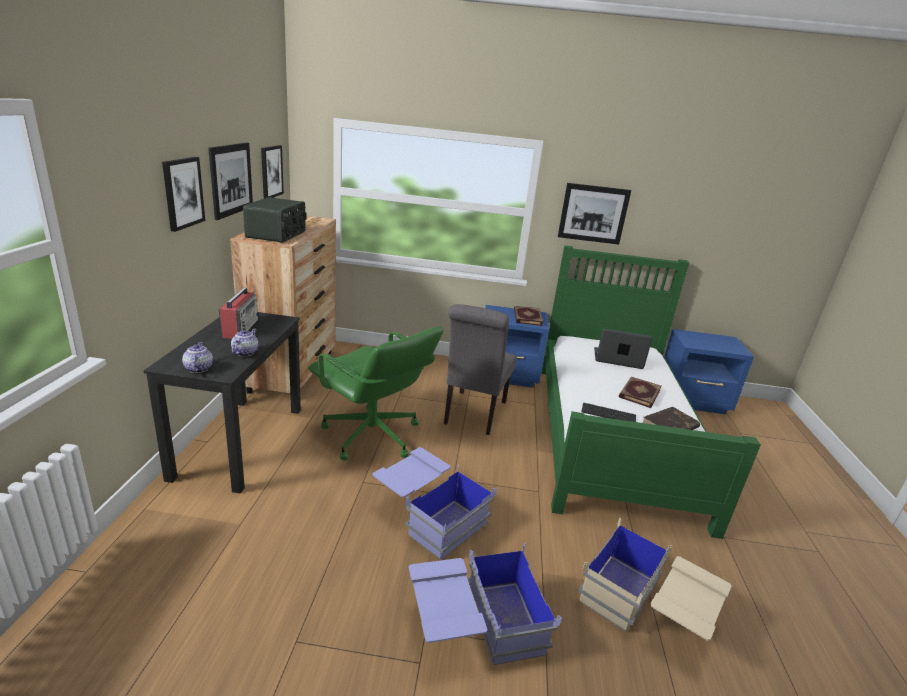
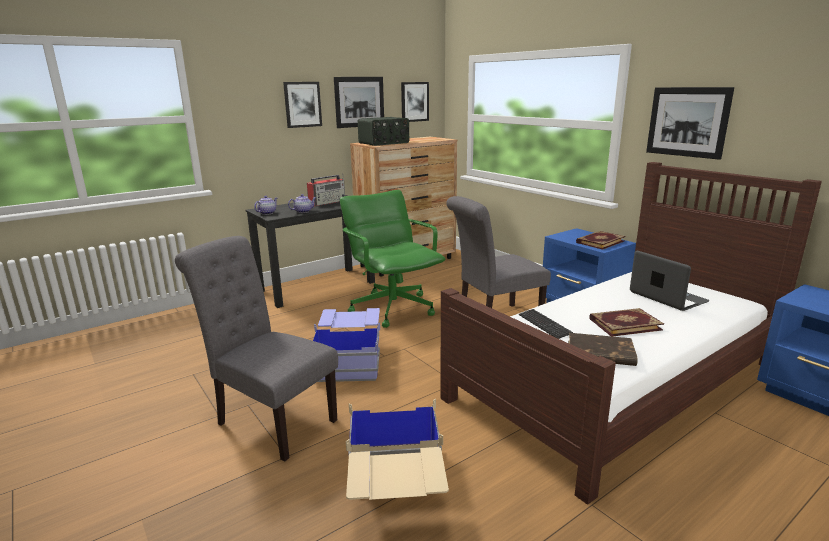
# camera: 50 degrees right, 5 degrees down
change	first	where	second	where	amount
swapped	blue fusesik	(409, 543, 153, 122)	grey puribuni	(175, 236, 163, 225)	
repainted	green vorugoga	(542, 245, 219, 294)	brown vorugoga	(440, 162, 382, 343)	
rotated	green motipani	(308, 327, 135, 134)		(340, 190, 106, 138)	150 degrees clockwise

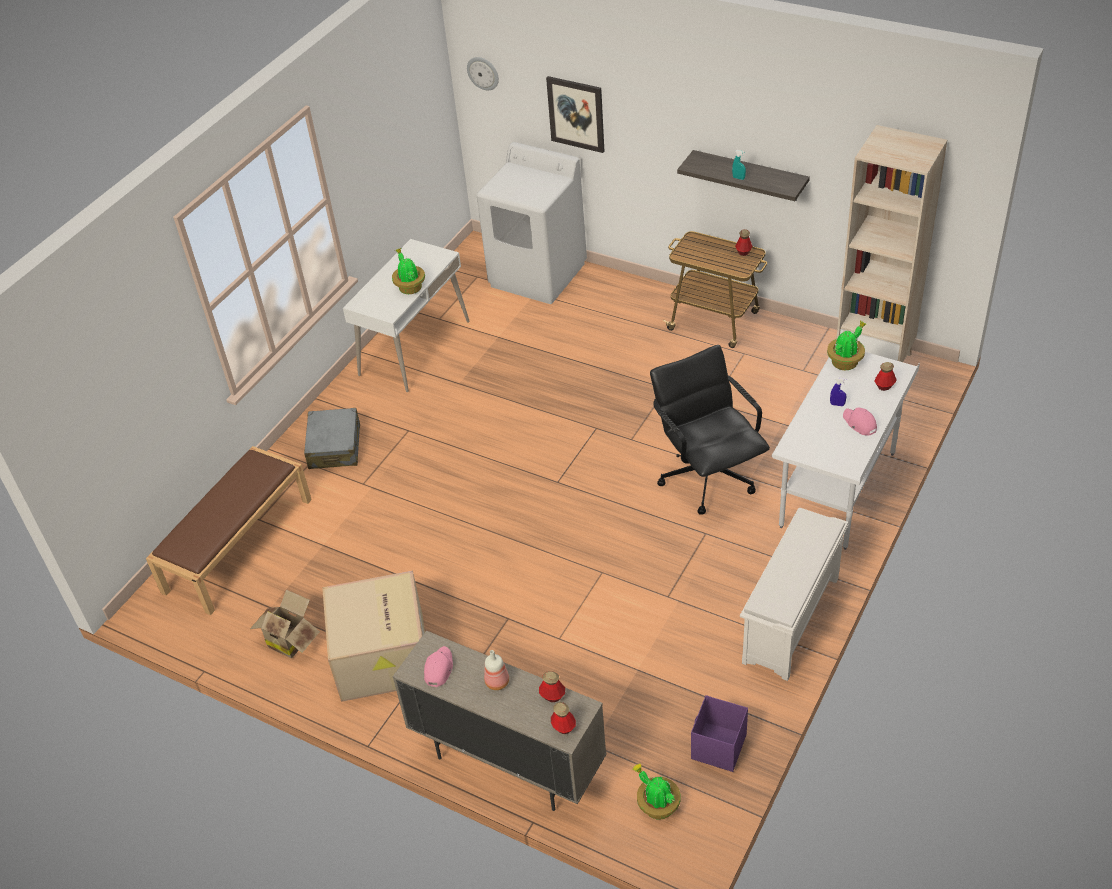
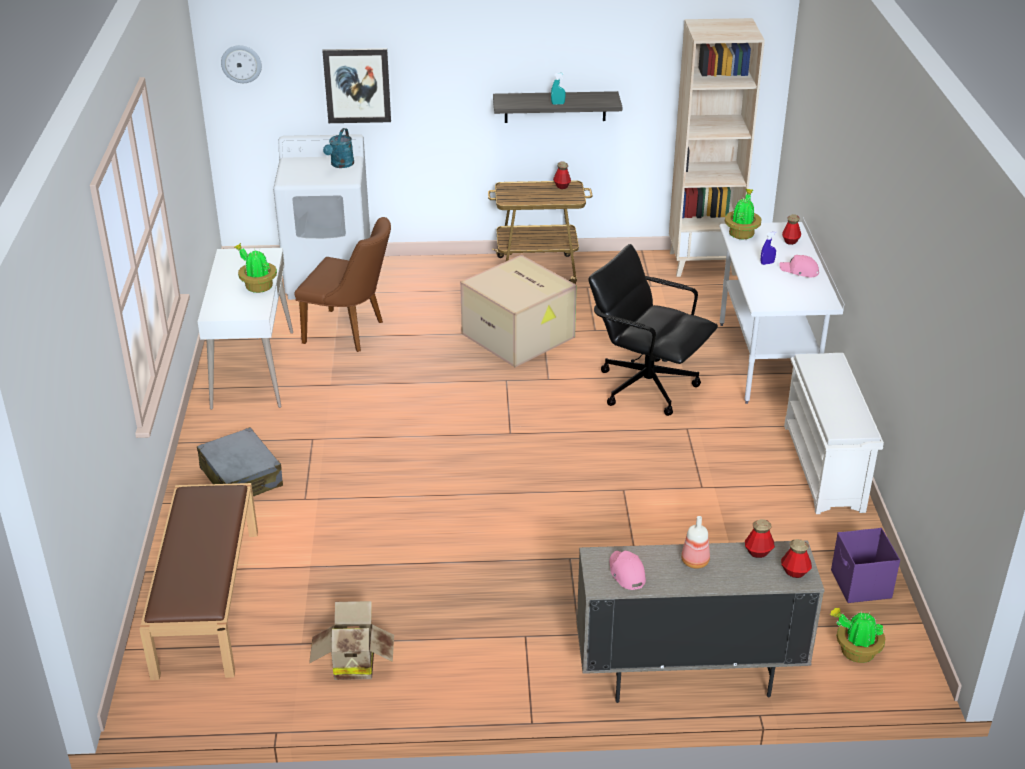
# camera: 35 degrees left, 10 degrees down
change	first	where	second	where	amount
new			brown puribuni	(294, 217, 97, 135)	
new			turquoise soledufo	(323, 128, 31, 40)	
shifted	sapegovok	(322, 571, 103, 131)		(460, 255, 117, 112)	

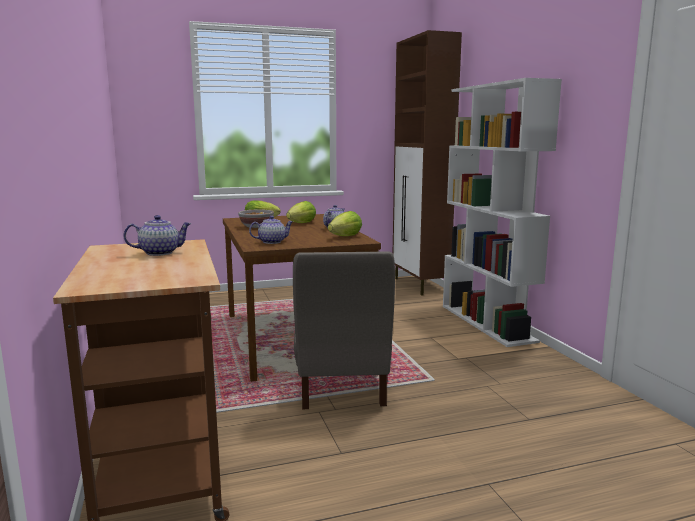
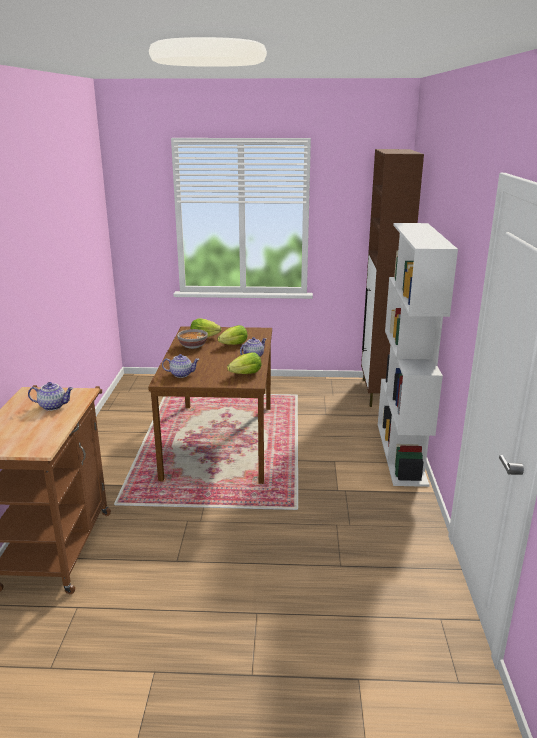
# camera: 20 degrees right, 10 degrees up
change	first	where	second	where	amount
gone	grey puribuni	(293, 251, 102, 158)			

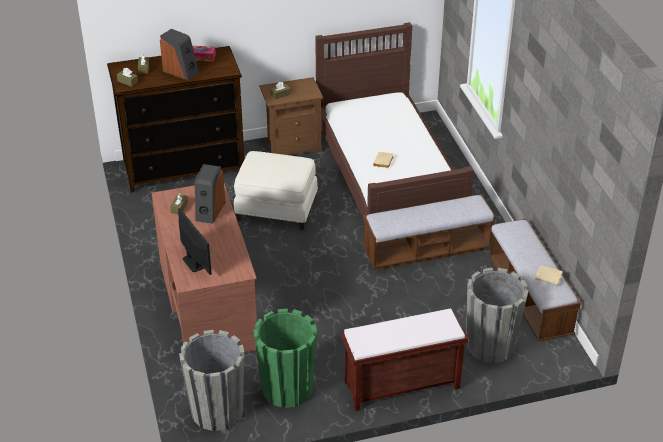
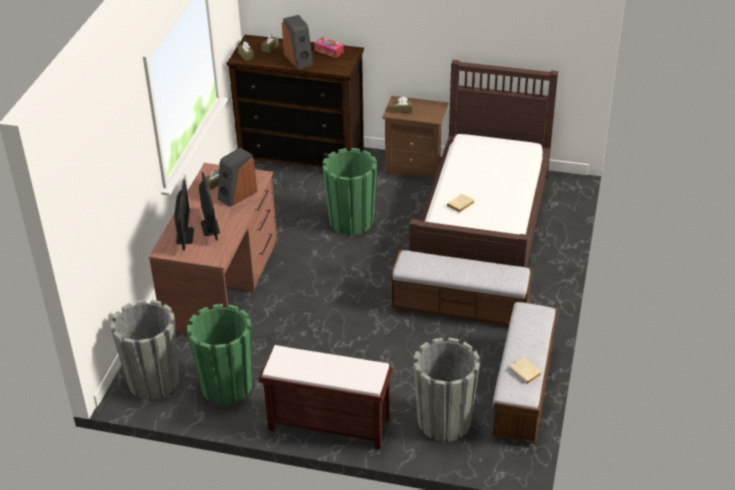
# camera: 30 degrees right, 0 degrees up
change	first	where	second	where	amount
new			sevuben	(199, 172, 21, 69)	
swapped	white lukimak	(234, 151, 84, 79)	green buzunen	(323, 148, 54, 87)	

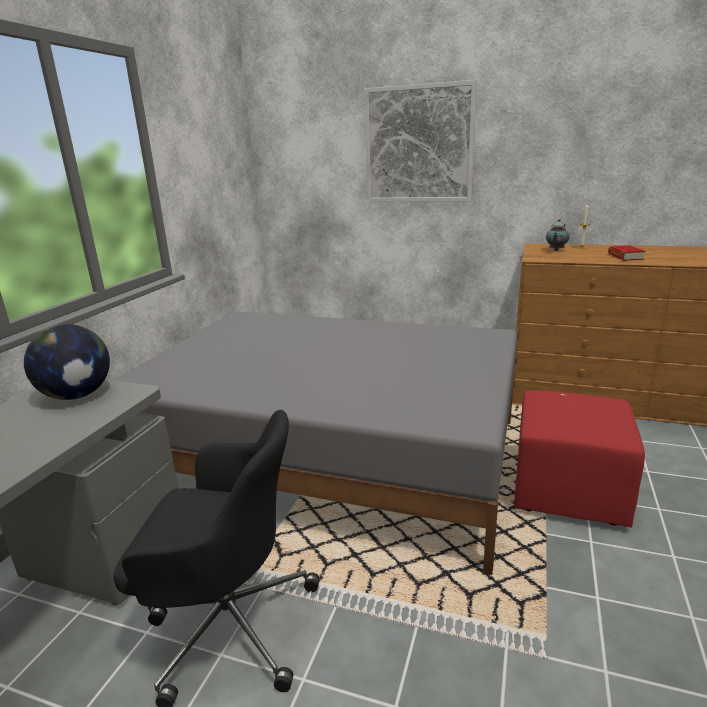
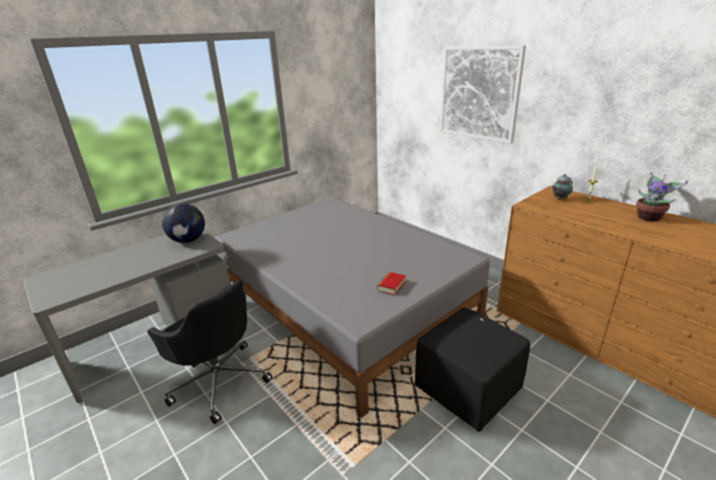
# camera: 30 degrees right, 5 degrees up
change	first	where	second	where	amount
new			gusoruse	(636, 172, 52, 50)	
shifted	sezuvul	(608, 245, 38, 16)		(377, 272, 29, 23)	
repainted	red lukimak	(514, 390, 131, 138)	black lukimak	(415, 308, 115, 124)	

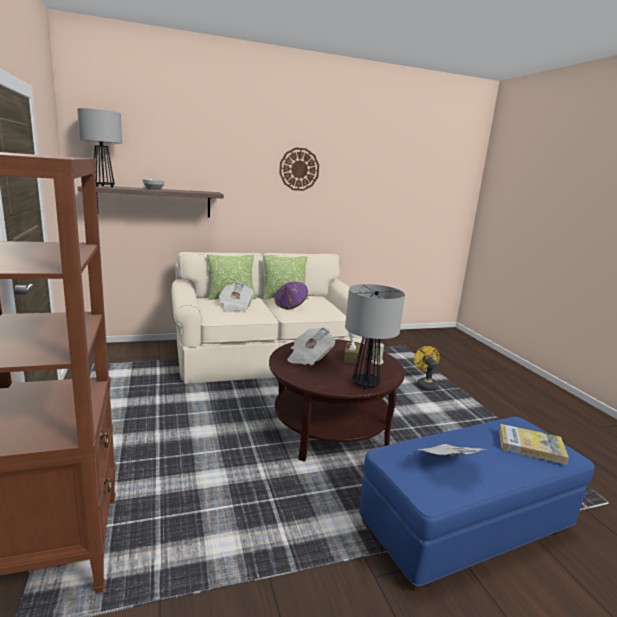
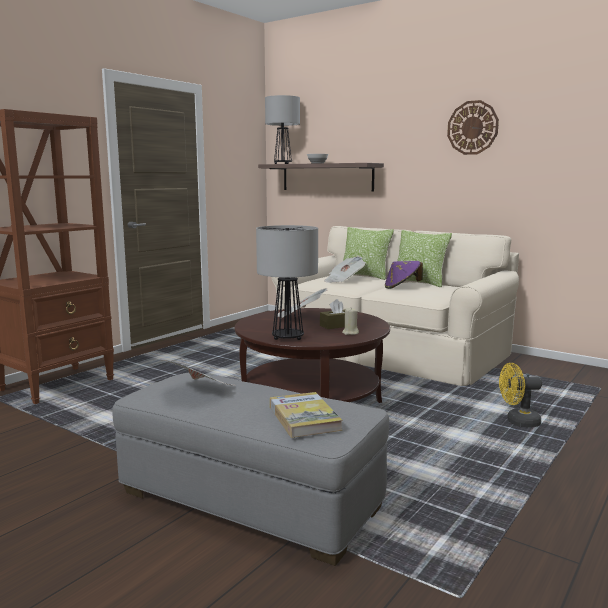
# camera: 55 degrees right, 5 degrees down
change	first	where	second	where	amount
repainted	blue lukimak	(359, 417, 236, 174)	grey lukimak	(112, 373, 277, 193)	
rotated	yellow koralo	(414, 346, 26, 45)		(499, 363, 43, 65)	135 degrees counterclockwise

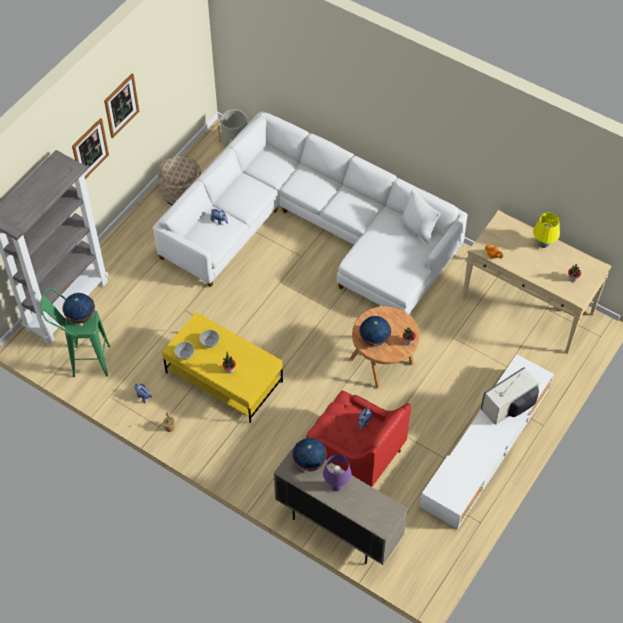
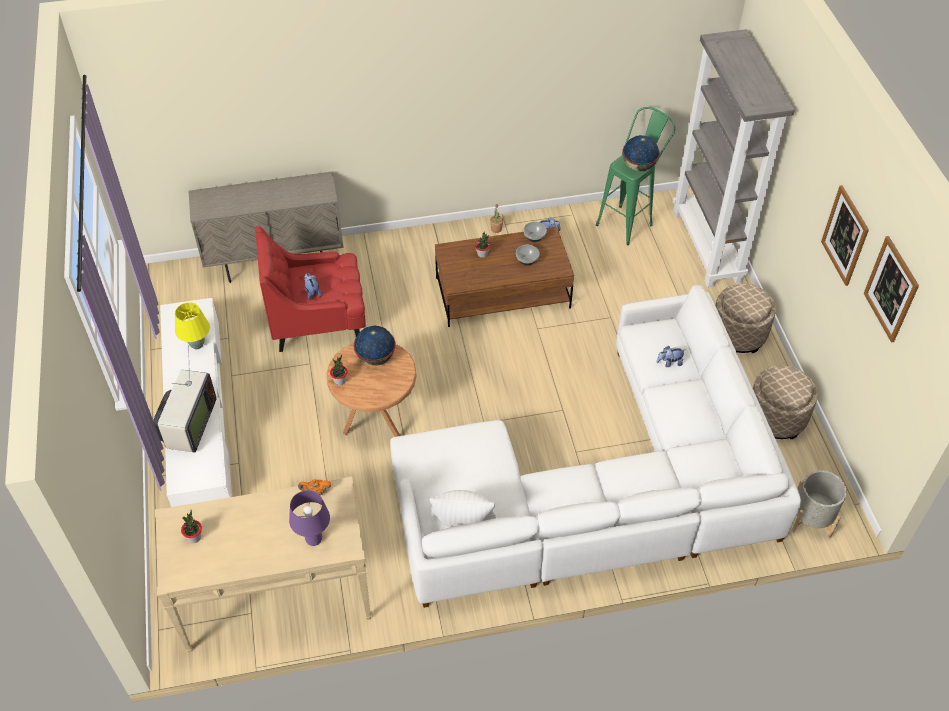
# camera: 135 degrees right, 5 degrees down
change	first	where	second	where	amount
gone	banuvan	(292, 438, 35, 33)			
new			beige lukimak	(715, 284, 61, 69)	
shifted	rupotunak	(72, 118, 37, 61)		(864, 236, 55, 107)	
shifted	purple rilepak	(323, 455, 29, 36)		(289, 490, 41, 56)	
shifted	yellow rilepak	(533, 213, 27, 35)		(175, 302, 35, 47)	
repainted	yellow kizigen	(162, 312, 121, 111)	brown kizigen	(435, 227, 139, 100)	

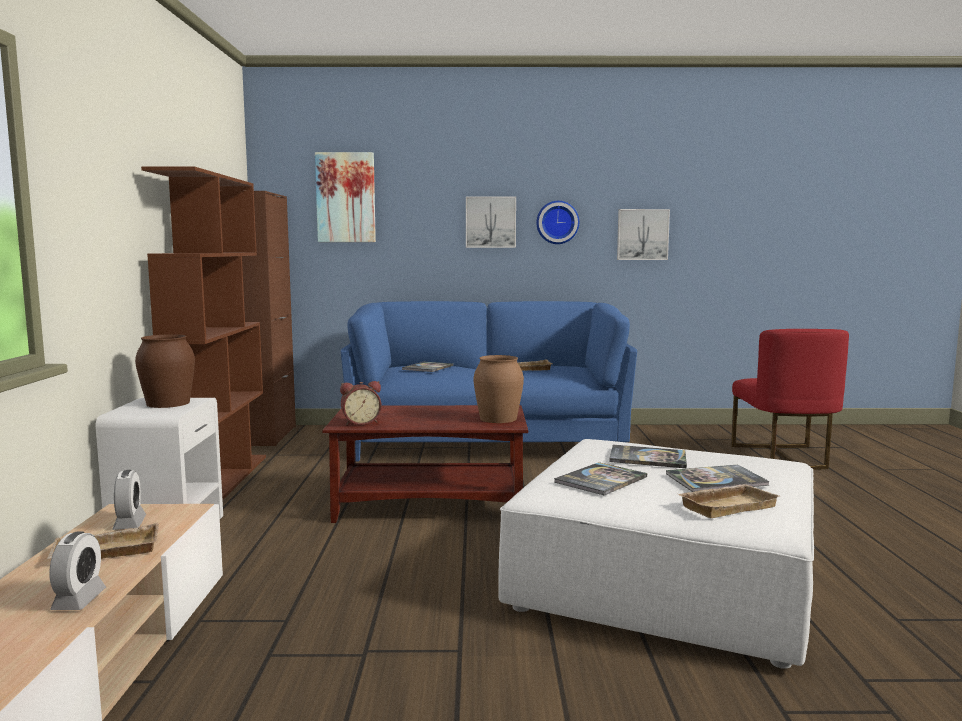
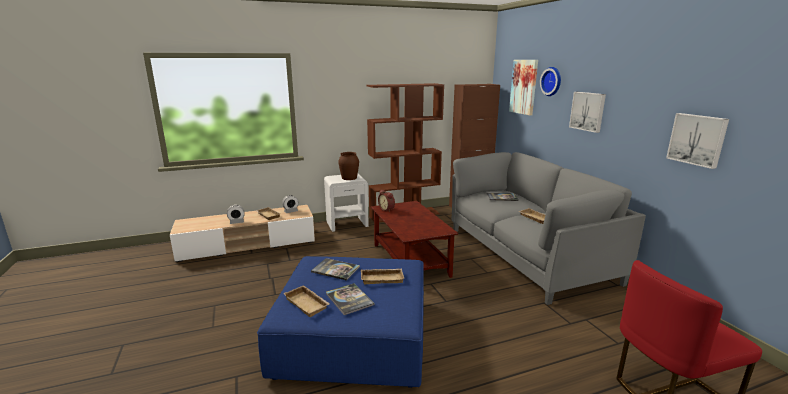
# camera: 70 degrees right, 10 degrees up
change	first	where	second	where	amount
gone	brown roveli	(473, 355, 51, 68)			
shifted	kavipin	(536, 201, 43, 43)		(540, 67, 21, 29)	
swapped	sezuvul	(609, 445, 78, 24)	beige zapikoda	(361, 269, 43, 15)	
repainted	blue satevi	(341, 301, 296, 160)	grey satevi	(451, 152, 195, 153)	
repainted	white lukimak	(499, 439, 315, 230)	blue lukimak	(257, 256, 167, 132)	

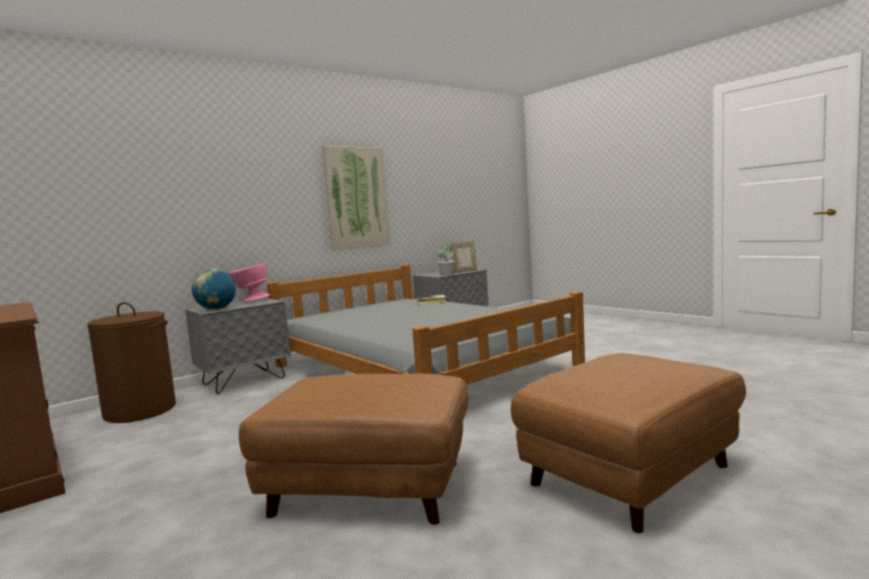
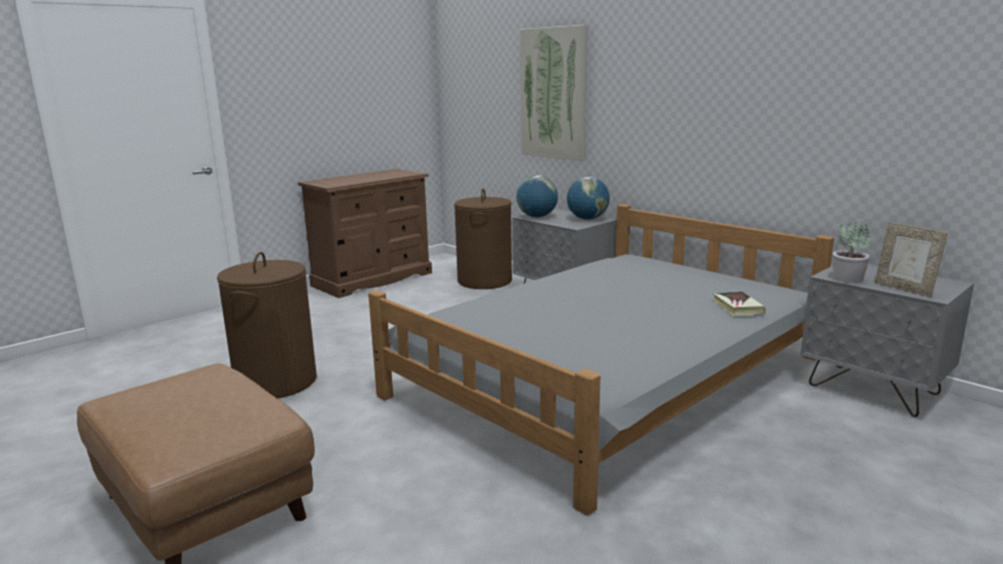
# camera: 85 degrees right, 10 degrees up
change	first	where	second	where	amount
shifted	rupotunak	(322, 146, 68, 104)		(520, 25, 68, 136)	
swapped	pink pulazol	(229, 263, 41, 39)	banuvan	(567, 177, 43, 43)	
swapped	brown lukimak	(239, 373, 229, 152)	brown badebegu	(217, 252, 100, 146)	

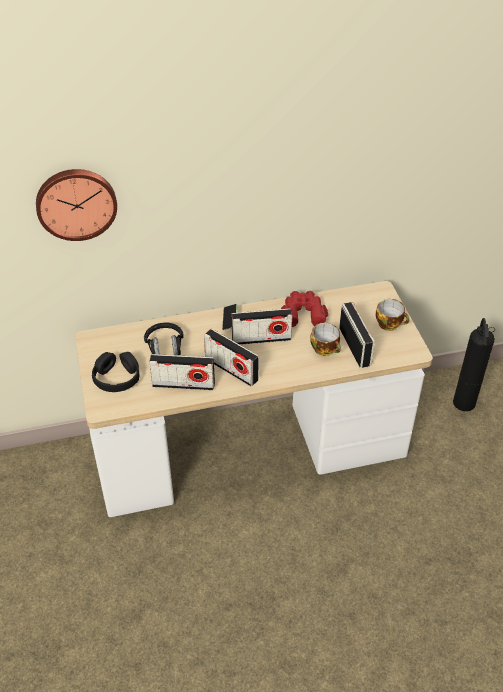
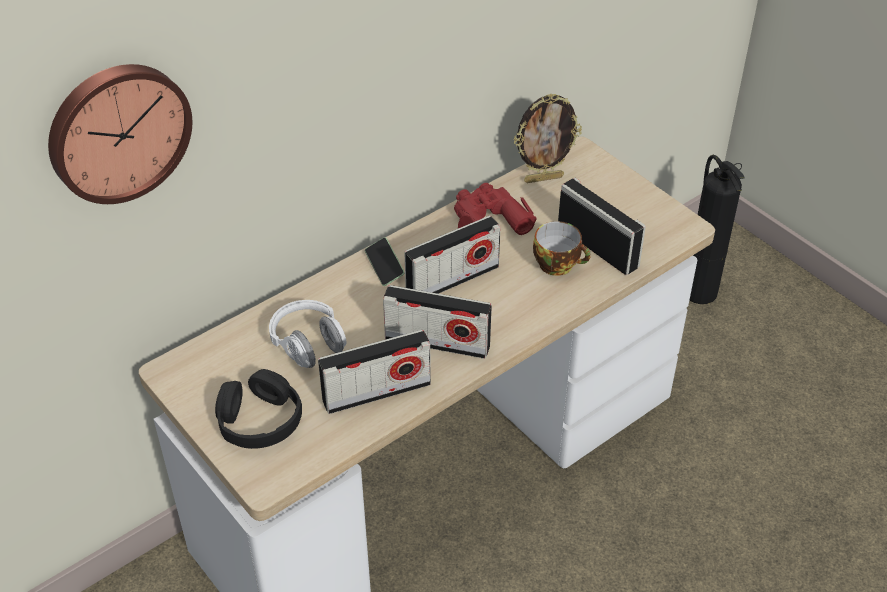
# camera: 25 degrees left, 0 degrees up
change	first	where	second	where	amount
gone	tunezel	(376, 299, 34, 32)			
new			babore	(513, 93, 69, 90)	
repainted	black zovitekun	(144, 322, 40, 34)	white zovitekun	(269, 300, 77, 68)	

